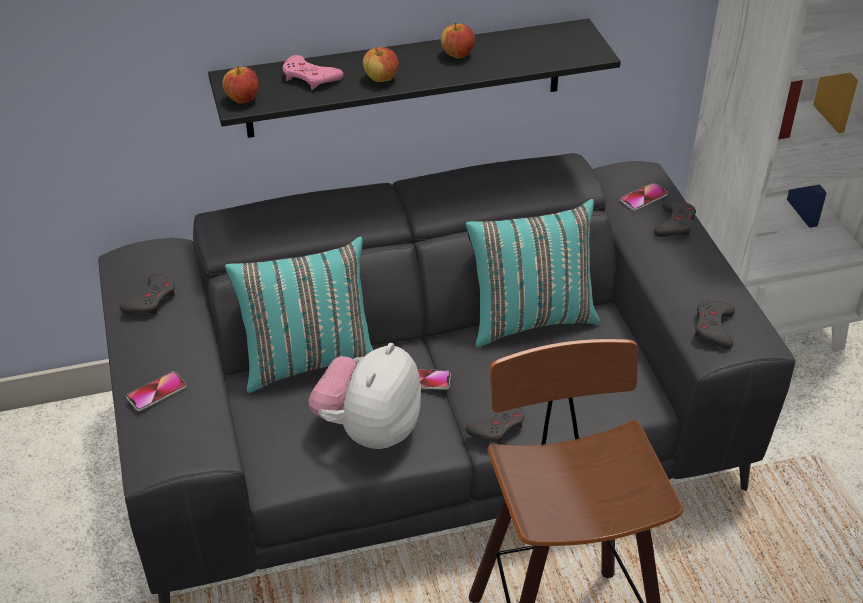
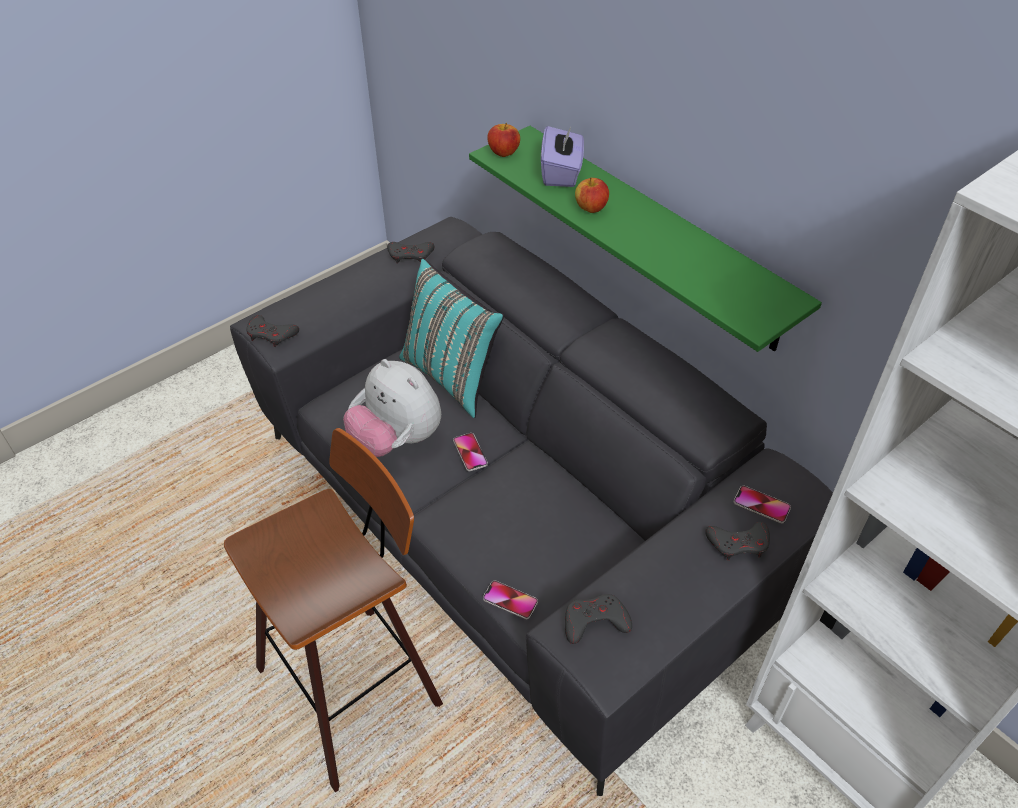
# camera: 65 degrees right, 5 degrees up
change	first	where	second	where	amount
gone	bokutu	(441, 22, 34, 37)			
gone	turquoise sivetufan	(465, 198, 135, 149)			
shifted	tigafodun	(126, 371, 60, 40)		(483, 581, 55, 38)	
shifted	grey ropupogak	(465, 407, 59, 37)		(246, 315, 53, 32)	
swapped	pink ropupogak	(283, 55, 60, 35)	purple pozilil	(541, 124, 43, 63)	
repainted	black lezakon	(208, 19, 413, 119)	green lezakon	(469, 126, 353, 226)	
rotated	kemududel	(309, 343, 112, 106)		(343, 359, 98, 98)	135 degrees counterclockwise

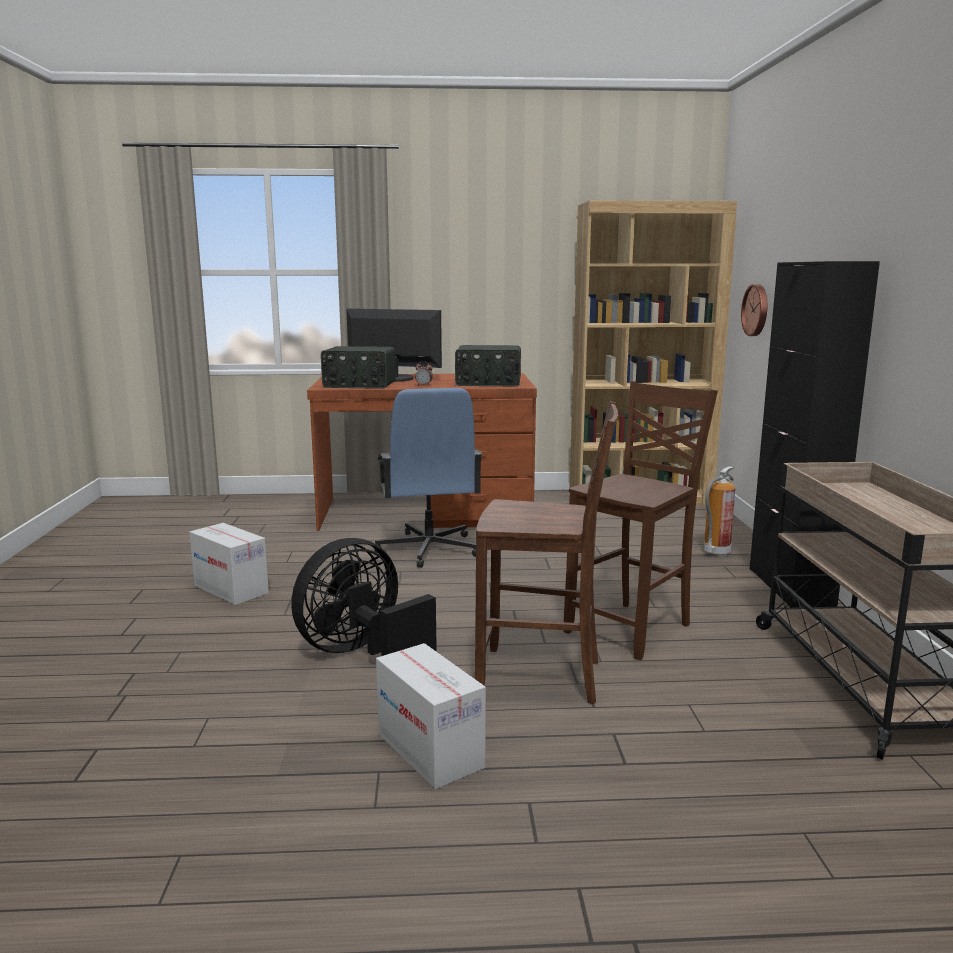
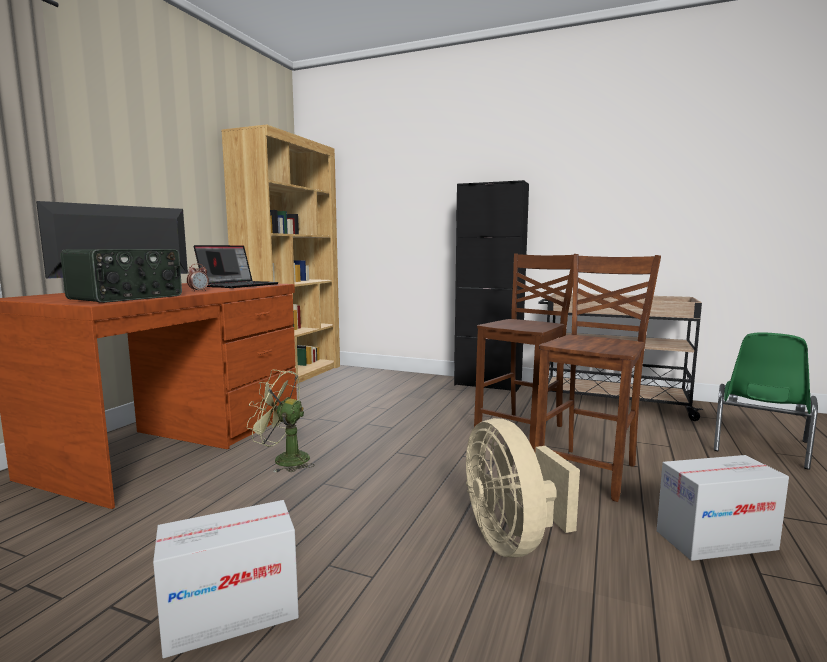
# camera: 65 degrees left, 5 degrees down
change	first	where	second	where	amount
gone	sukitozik	(704, 466, 32, 91)			
gone	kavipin	(741, 284, 26, 52)			
new			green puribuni	(714, 333, 104, 137)	
swapped	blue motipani	(374, 388, 109, 180)	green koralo	(247, 370, 67, 102)	
swapped	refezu	(455, 345, 66, 41)	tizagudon	(194, 245, 85, 43)	
repainted	black koralo	(291, 538, 146, 118)	beige koralo	(466, 418, 114, 139)	
rotated	brown puribuni	(563, 381, 155, 279)		(474, 253, 105, 196)	60 degrees clockwise

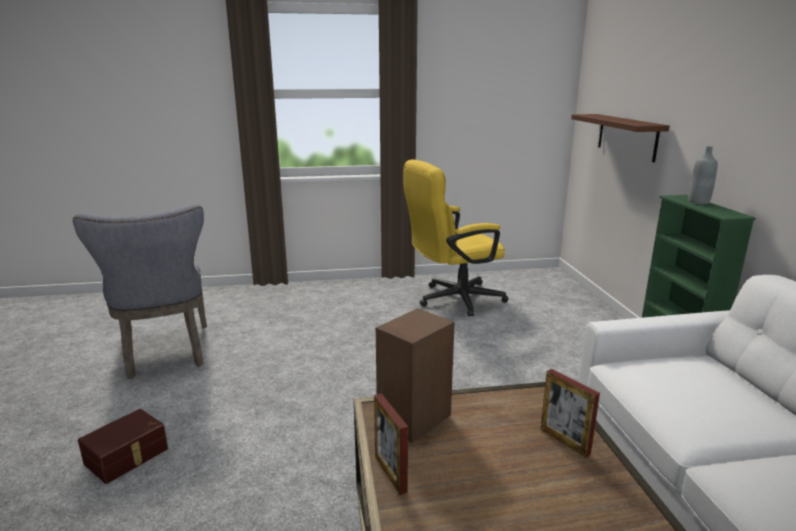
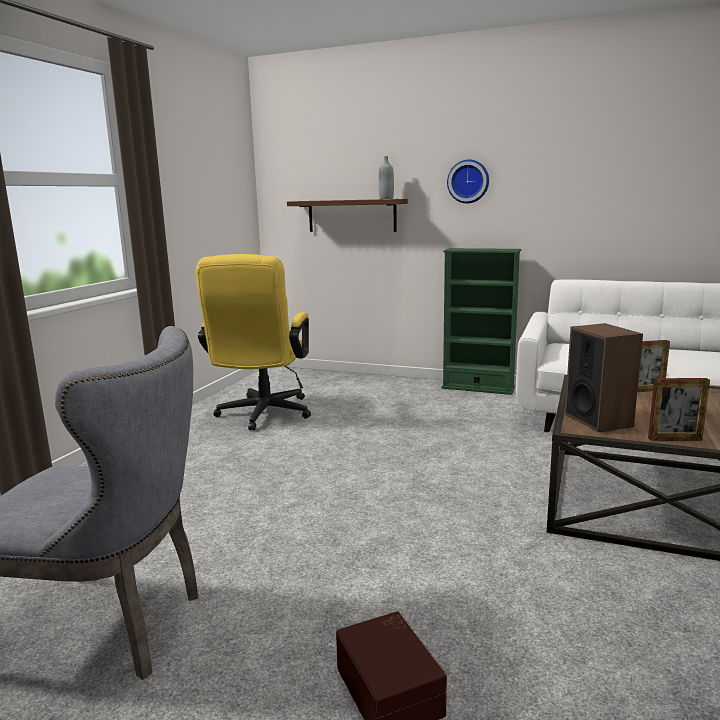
# camera: 60 degrees left, 5 degrees down
change	first	where	second	where	amount
new			kavipin	(447, 159, 42, 44)	
shifted	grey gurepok	(689, 146, 29, 58)		(379, 156, 15, 43)	

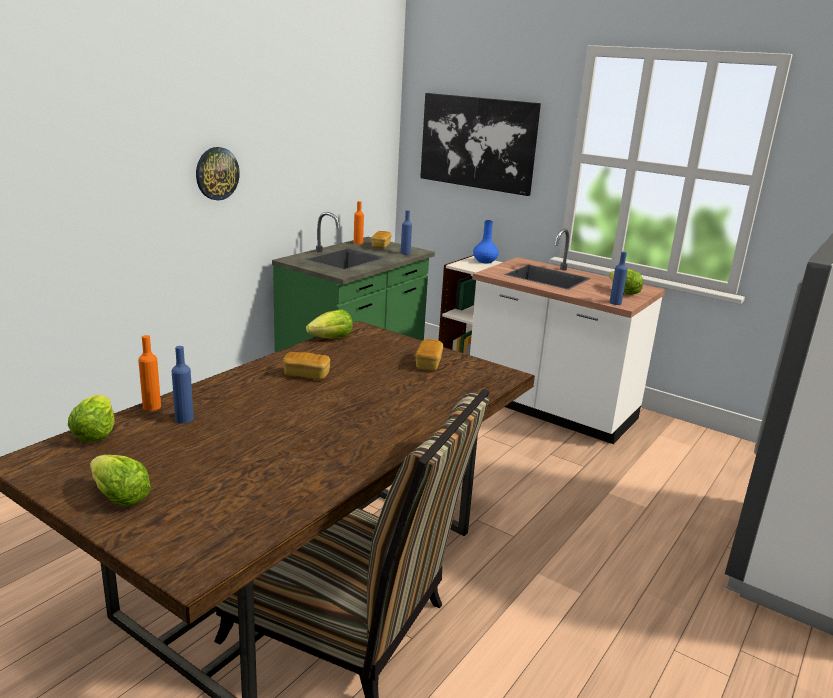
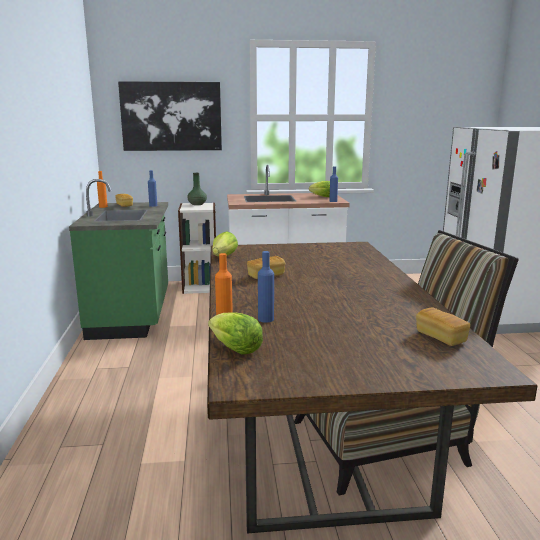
# camera: 40 degrees left, 5 degrees down
change	first	where	second	where	amount
gone	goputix	(90, 455, 61, 51)			
gone	kavipin	(196, 147, 44, 53)			
shifted	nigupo	(416, 339, 27, 32)		(416, 308, 54, 38)	
repainted	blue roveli	(473, 220, 26, 44)	green roveli	(187, 173, 20, 32)	

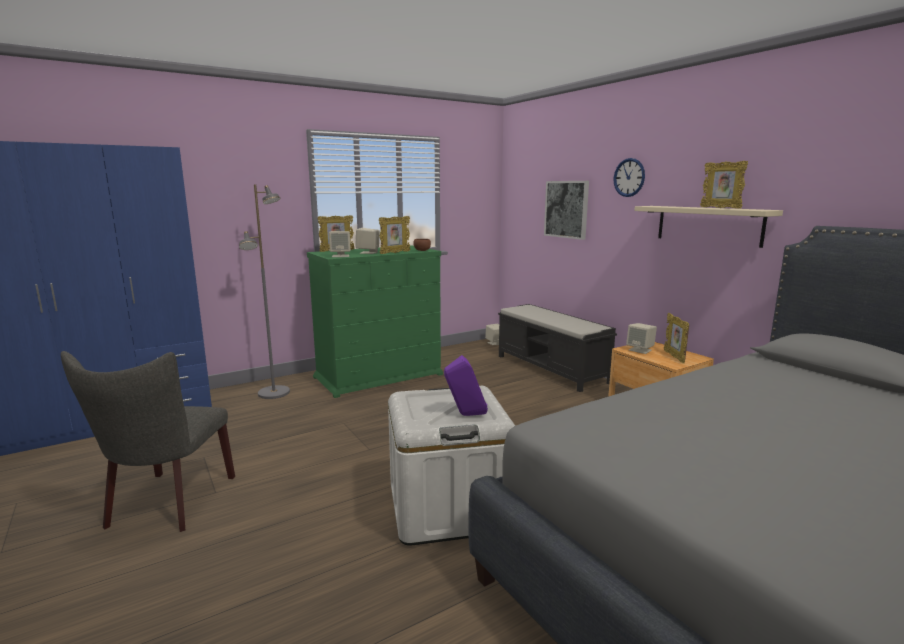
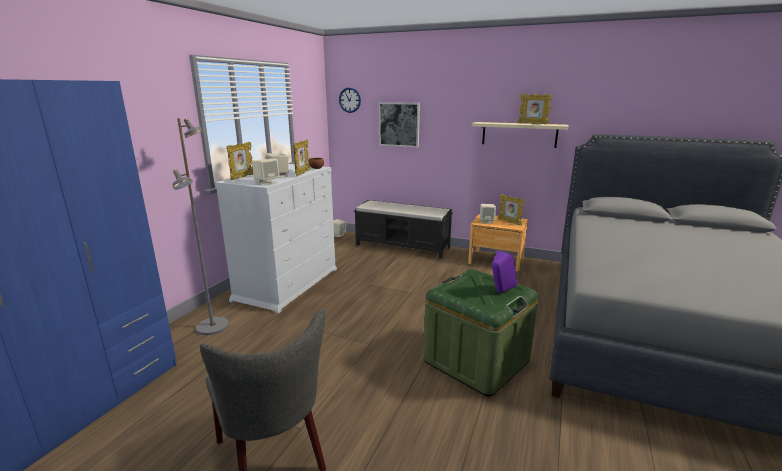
# camera: 35 degrees left, 5 degrees up
change	first	where	second	where	amount
shifted	kavipin	(614, 158, 31, 39)		(339, 87, 22, 26)	
repainted	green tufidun	(307, 245, 136, 153)	white tufidun	(215, 164, 122, 150)	
repainted	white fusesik	(388, 386, 127, 160)	green fusesik	(424, 269, 114, 127)	

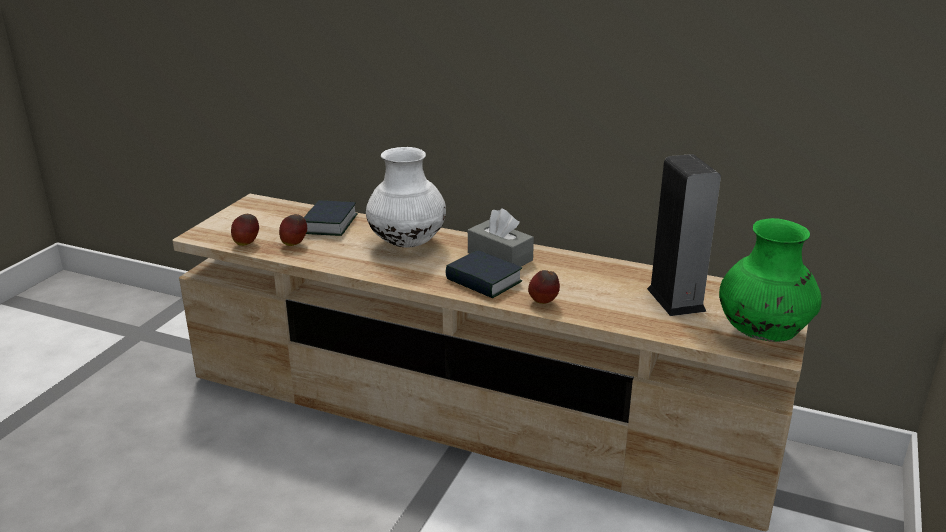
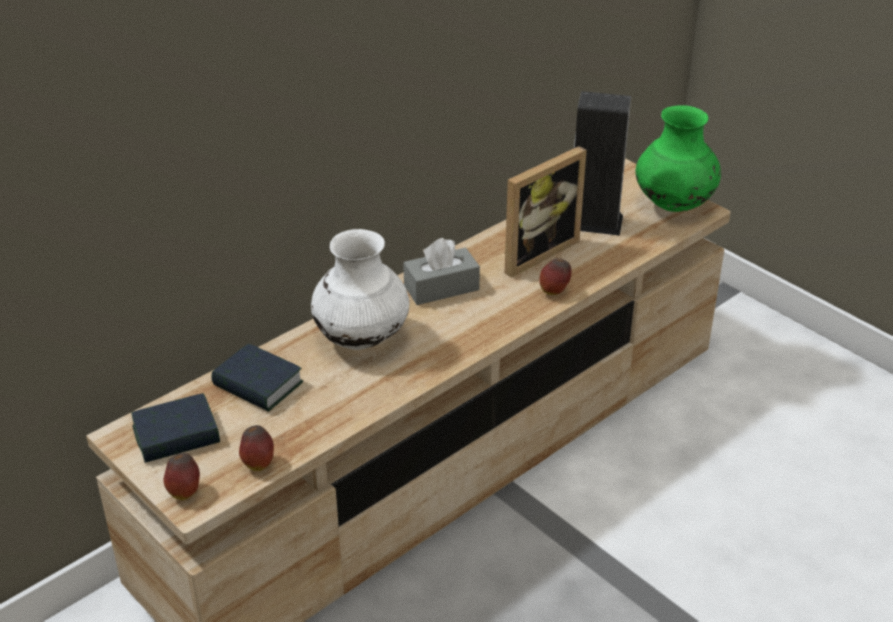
# camera: 65 degrees left, 10 degrees up
change	first	where	second	where	amount
new			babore	(504, 146, 83, 132)	
shifted	bokutu	(279, 214, 28, 32)		(164, 453, 36, 47)	
shifted	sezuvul	(446, 250, 76, 48)		(131, 393, 89, 70)	

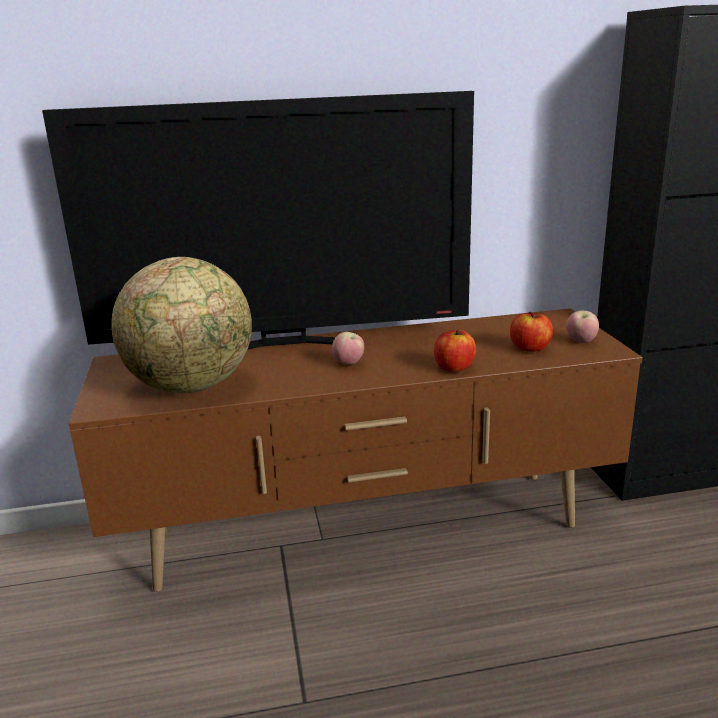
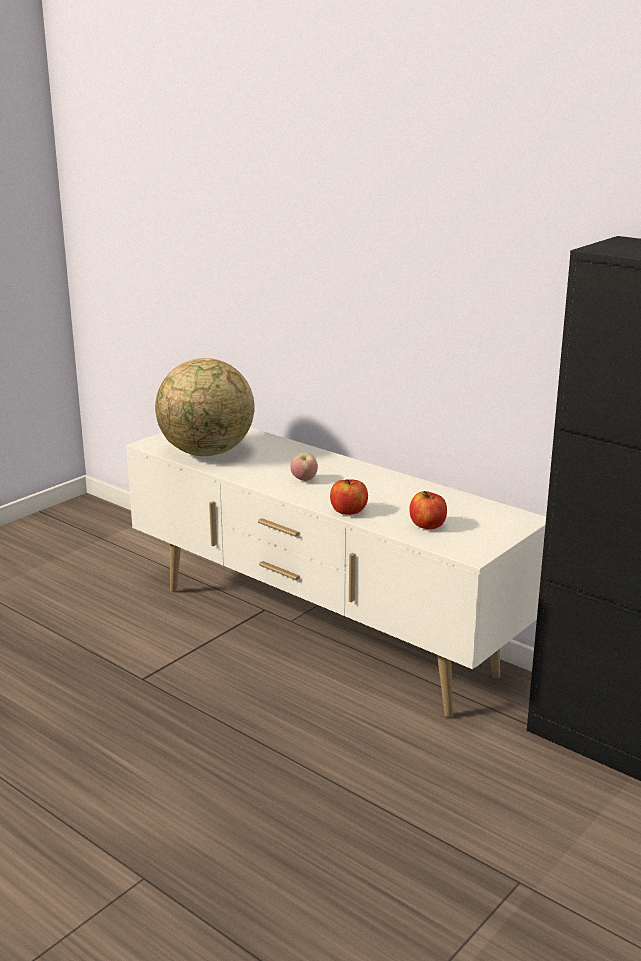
# camera: 50 degrees right, 0 degrees up
change	first	where	second	where	amount
gone	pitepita	(42, 91, 432, 259)			
gone	bokutu	(566, 311, 33, 32)			
repainted	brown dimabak	(69, 308, 574, 284)	white dimabak	(126, 427, 420, 290)	

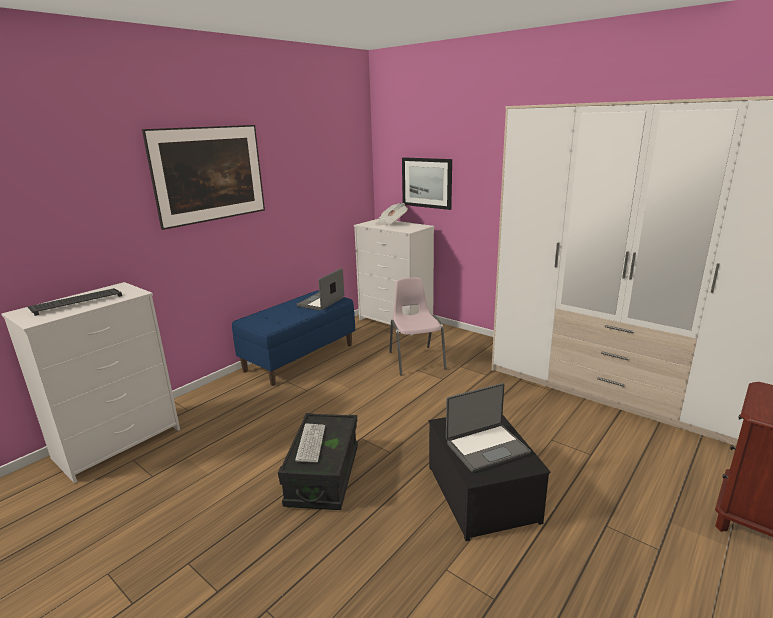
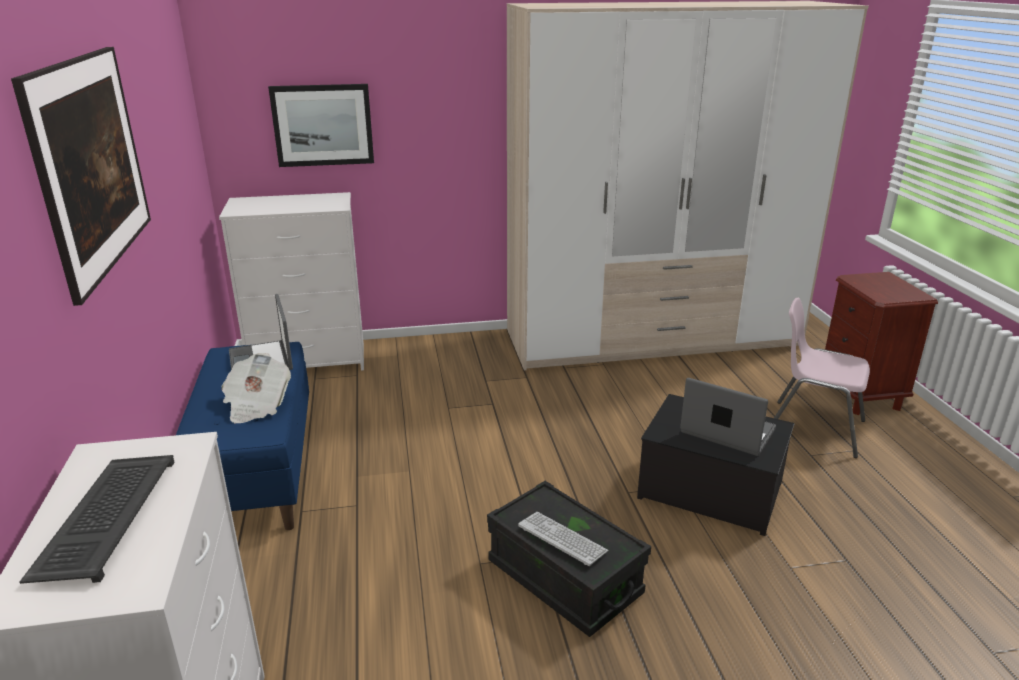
# camera: 50 degrees left, 5 degrees up
change	first	where	second	where	amount
shifted	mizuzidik	(375, 203, 33, 23)		(222, 353, 69, 70)	
shifted	pink puribuni	(389, 278, 58, 98)		(774, 298, 96, 160)	
rotated	tizagudon	(446, 383, 85, 89)		(680, 378, 96, 78)	75 degrees counterclockwise

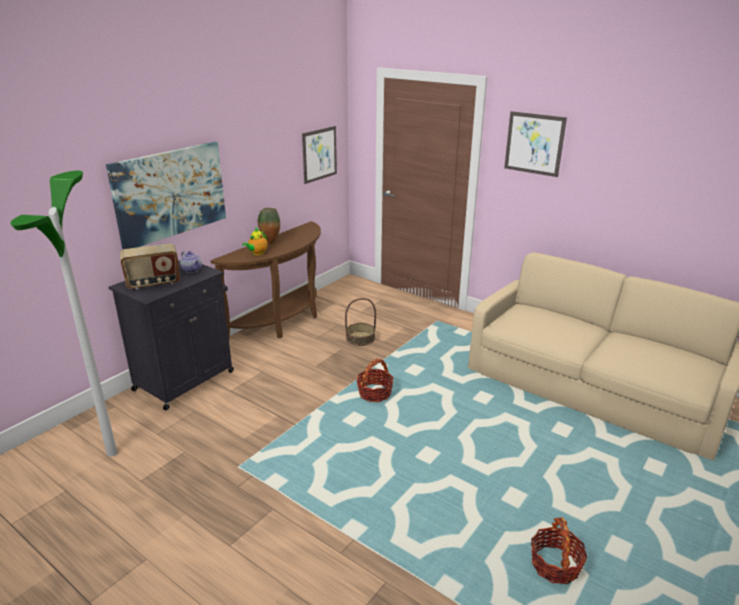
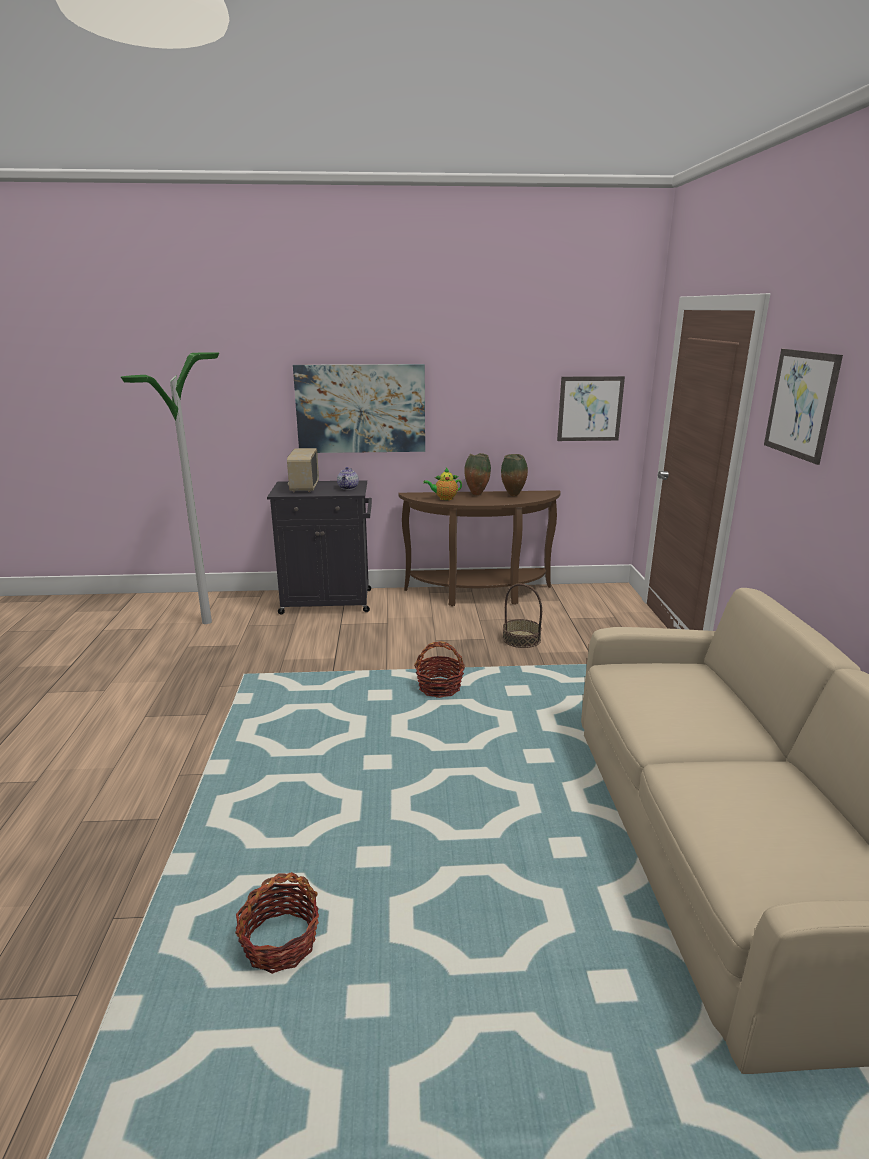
# camera: 50 degrees right, 5 degrees down
change	first	where	second	where	amount
new			roveli	(501, 454, 27, 43)	
rotated	refezu	(120, 243, 60, 47)		(287, 448, 32, 44)	60 degrees clockwise

